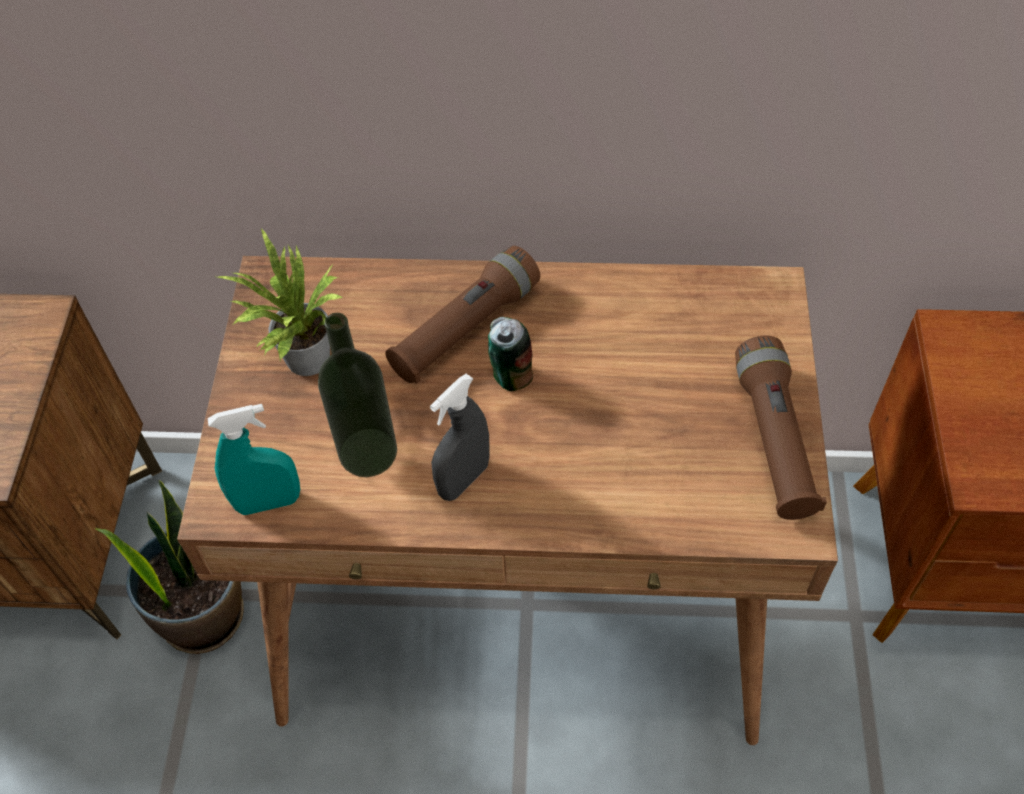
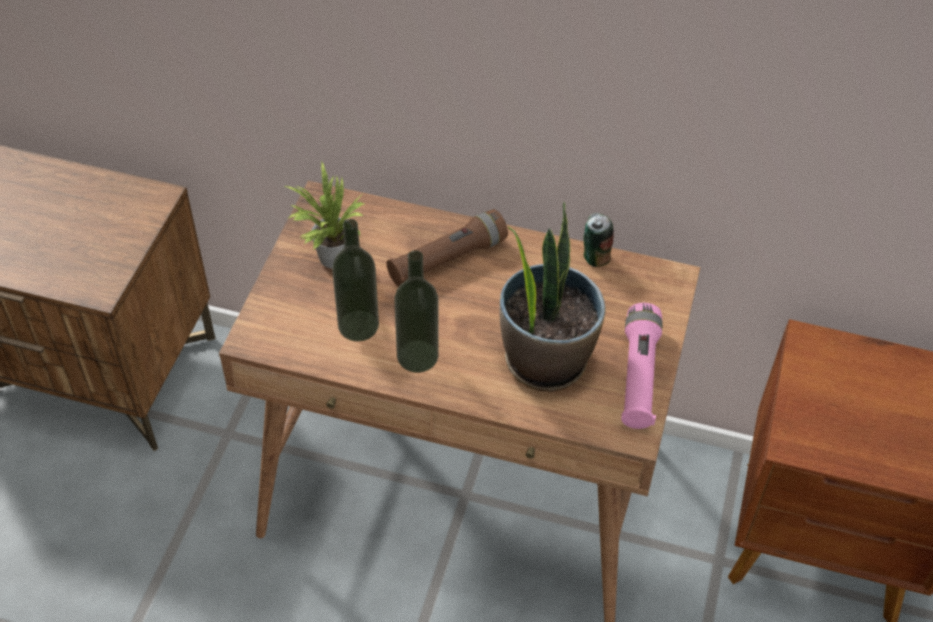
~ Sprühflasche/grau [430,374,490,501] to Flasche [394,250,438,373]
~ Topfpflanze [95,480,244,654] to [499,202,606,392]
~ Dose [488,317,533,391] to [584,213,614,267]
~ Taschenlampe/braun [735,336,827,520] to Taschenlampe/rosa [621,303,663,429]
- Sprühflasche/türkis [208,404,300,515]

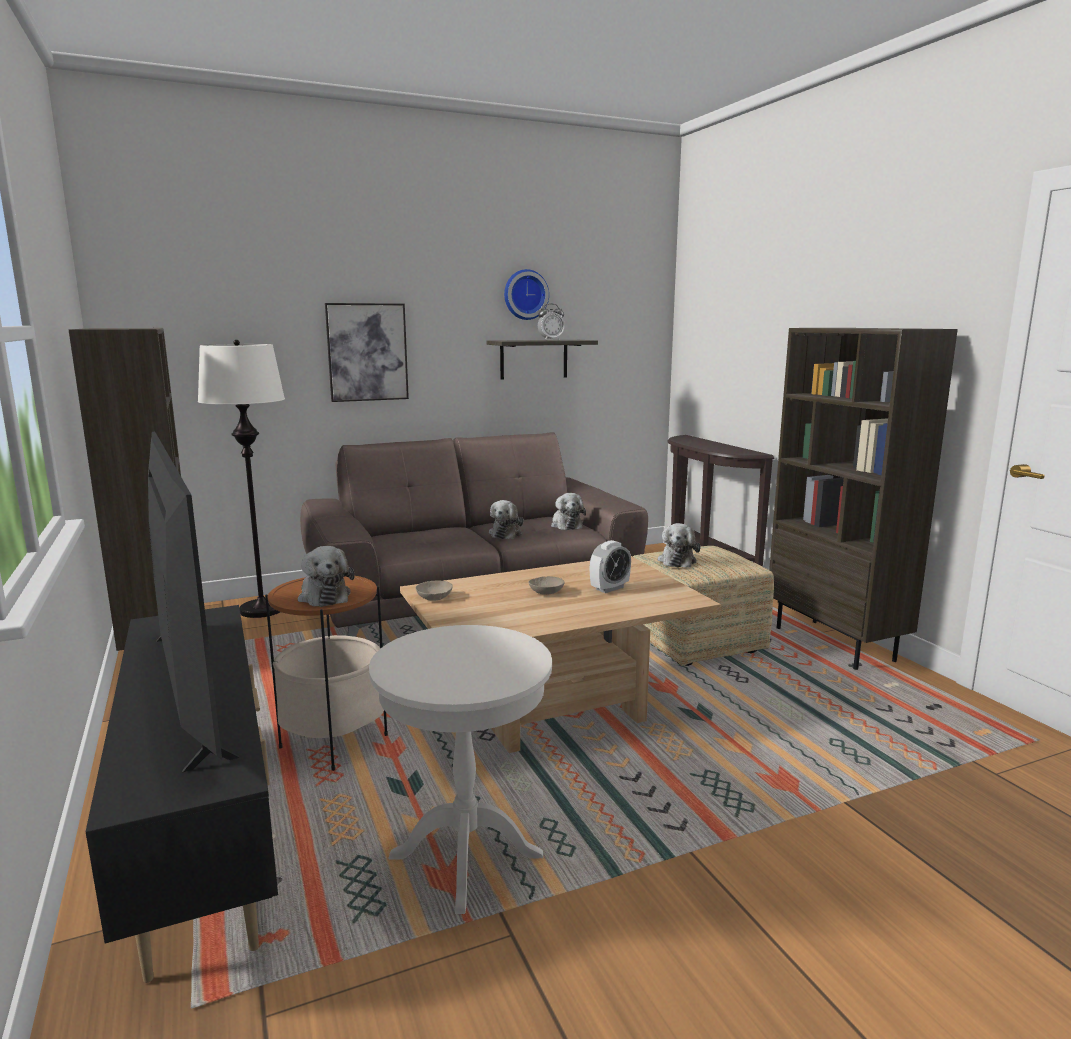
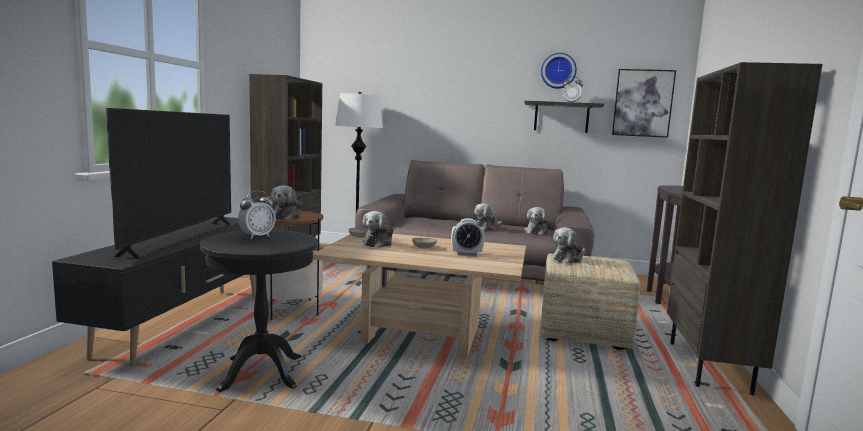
~ Beistelltisch/weiß [369,625,552,914] to Beistelltisch/schwarz [200,230,318,392]
+ Wecker [238,191,276,239]
+ Plüschtier [363,211,393,248]
~ Bild [325,303,409,402] to [612,69,676,138]

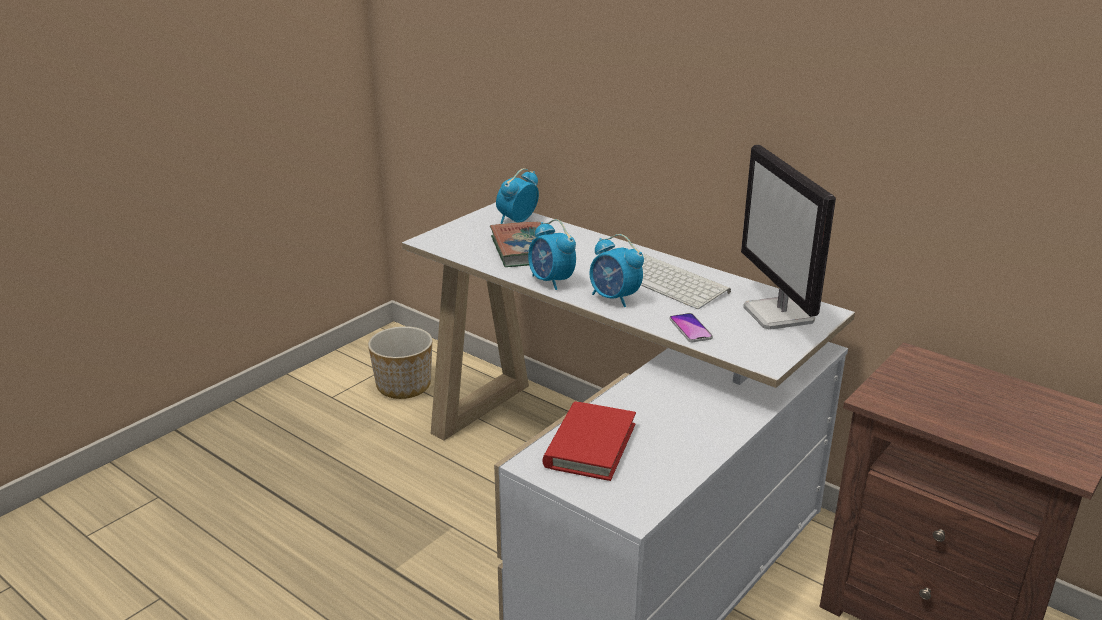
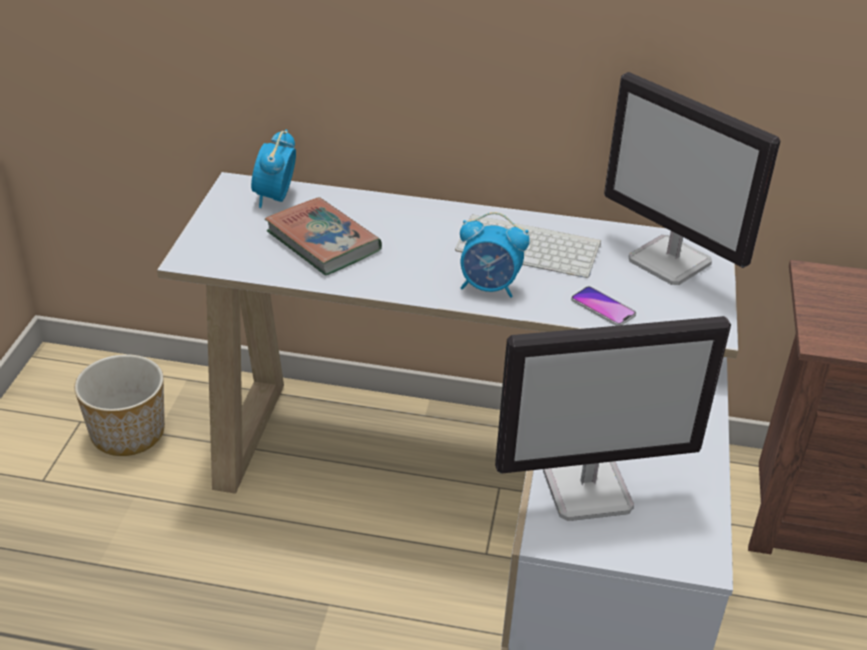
~ Buch/rot [543,401,636,481] to Monitor [495,316,731,521]
- Wecker [528,219,576,290]

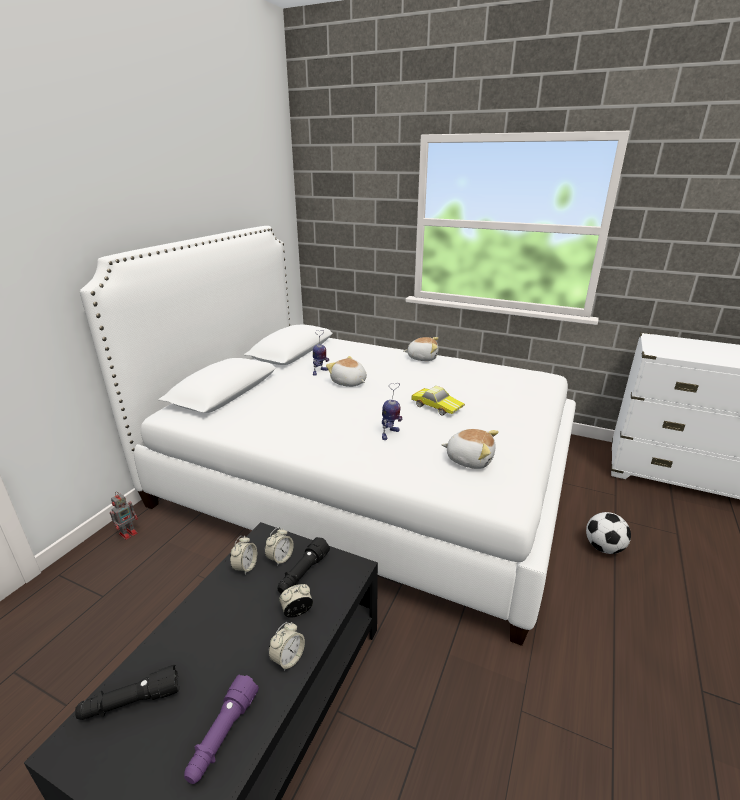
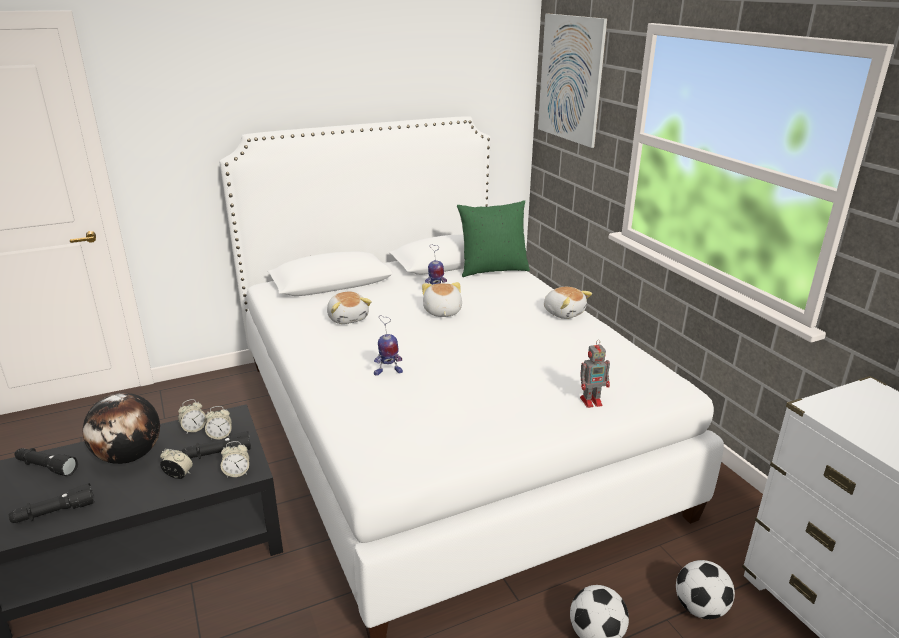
~ Taschenlampe/lila [184,674,259,784] to Taschenlampe/schwarz [9,483,95,523]
+ Globus [83,392,160,464]
~ Wecker [268,622,305,672] to [221,441,249,477]
~ Plüschtier [441,429,499,469] to [327,292,372,324]
+ Kissen/grün [457,200,530,277]
+ Bild [538,13,607,148]
~ Spielzeugroboter [110,492,138,540] to [580,340,610,408]
+ Fußball [676,560,735,619]
- Spielzeugauto [411,386,465,416]

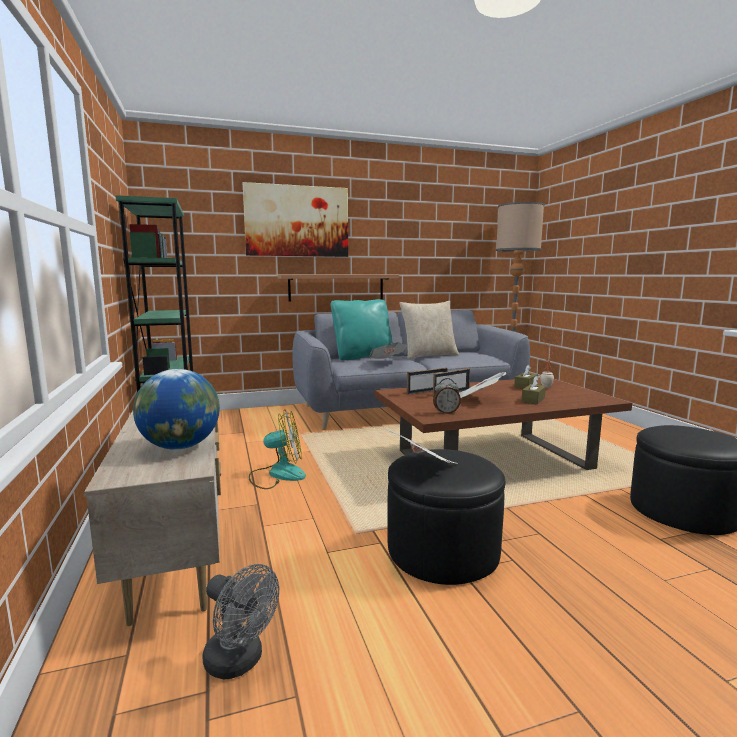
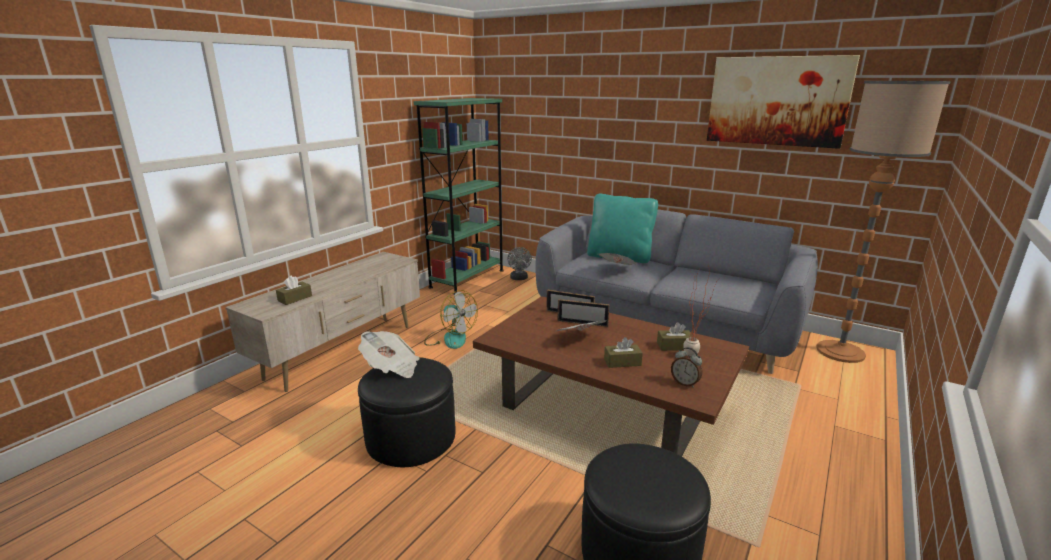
~ Globus [133,369,220,450] to Taschentuchbox/braun [276,275,312,305]
~ Ventilator/grau [202,564,279,680] to [508,247,532,280]
~ Wecker [433,378,461,414] to [671,347,702,388]
~ Bild [243,182,348,257] to [707,55,860,149]
- Wandregal [278,275,399,301]
- Kissen/beige [400,301,459,359]

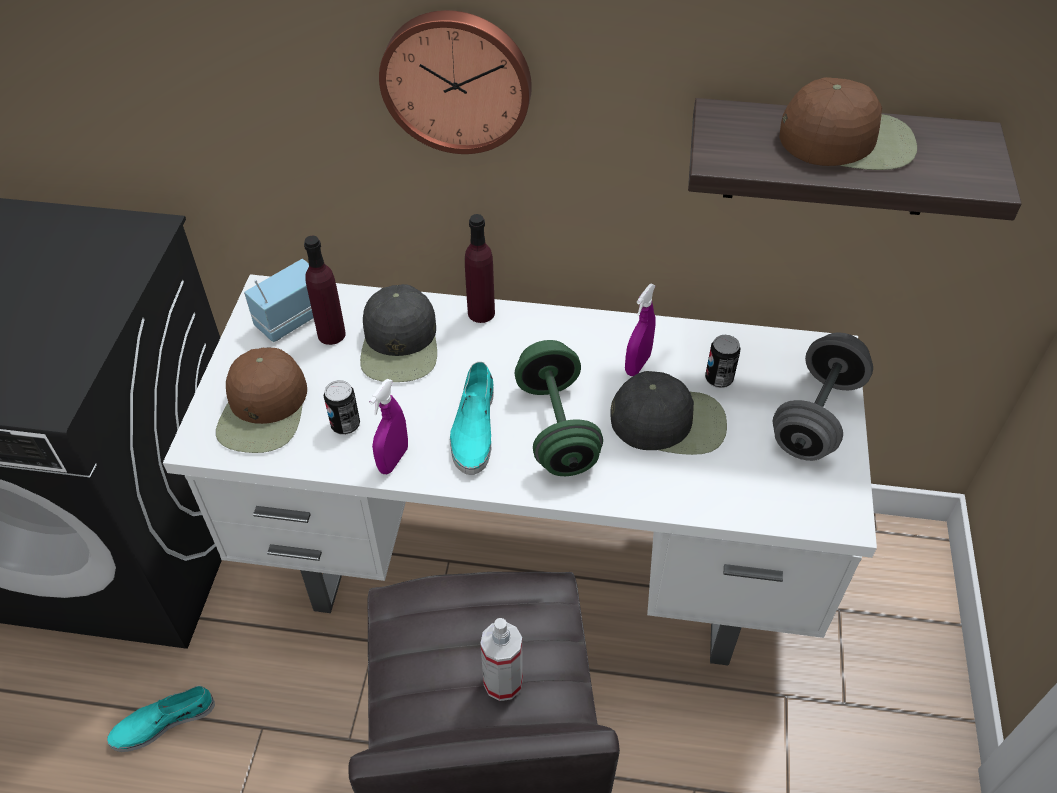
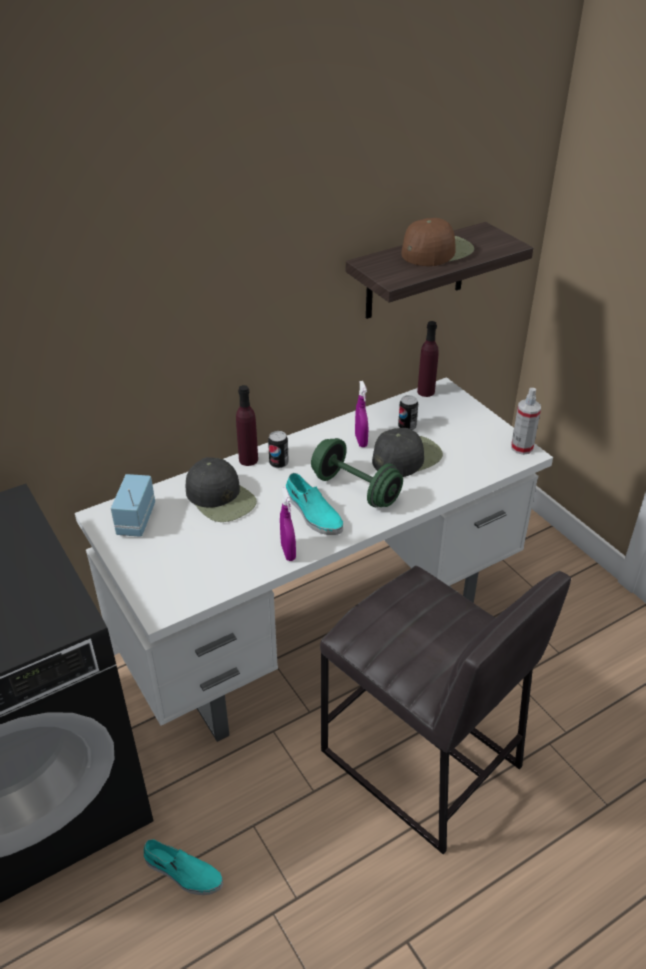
~ Schuh/türkis [107,685,215,752] = [144,839,223,895] 90 degrees counterclockwise
~ Dose [324,380,360,435] to [268,431,289,468]
~ Flasche/lila [304,236,346,345] to [417,321,439,397]
~ Sprühflasche [480,618,523,701] to [511,388,541,455]
- Kappe/braun [216,347,307,453]
- Wanduhr [379,10,532,154]
- Hantel/grau [773,333,873,461]

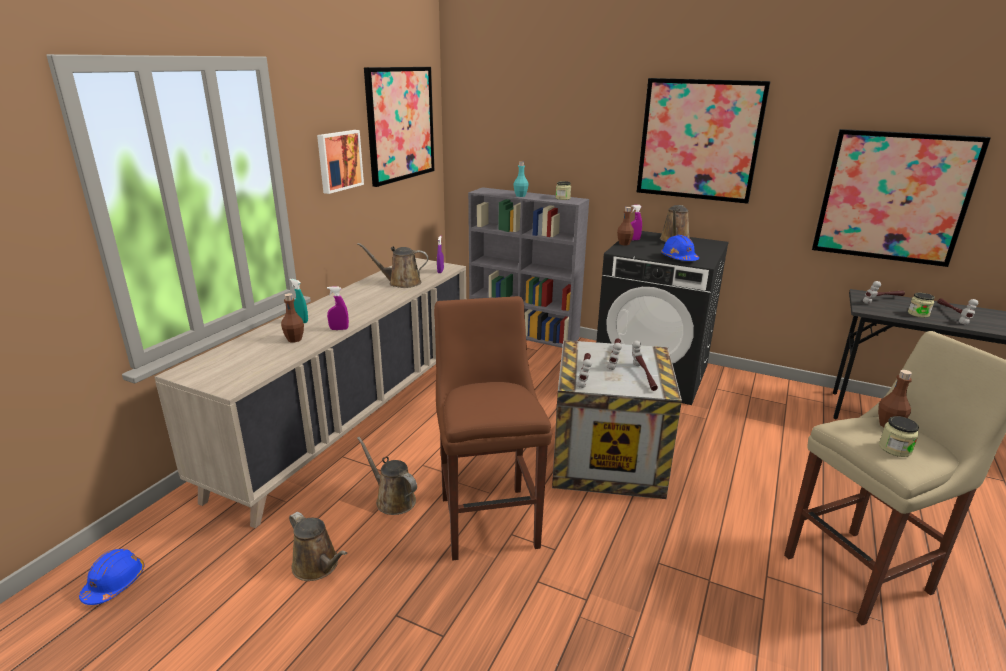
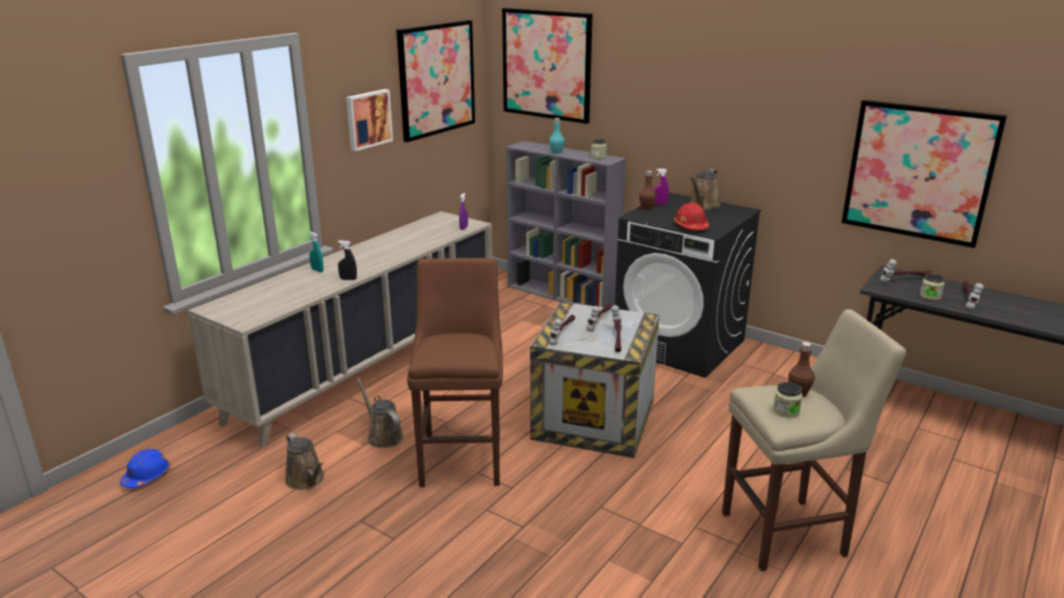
~ Sprühflasche/lila [327,287,349,330] to Sprühflasche/schwarz [338,240,357,280]
~ Bild [637,78,771,204] to [502,8,593,124]
~ Schutzhelm/blau [661,235,699,261] to Schutzhelm/rot [674,202,709,230]
- Flasche/braun [281,293,304,342]
- Gießkanne/braun [357,243,429,288]

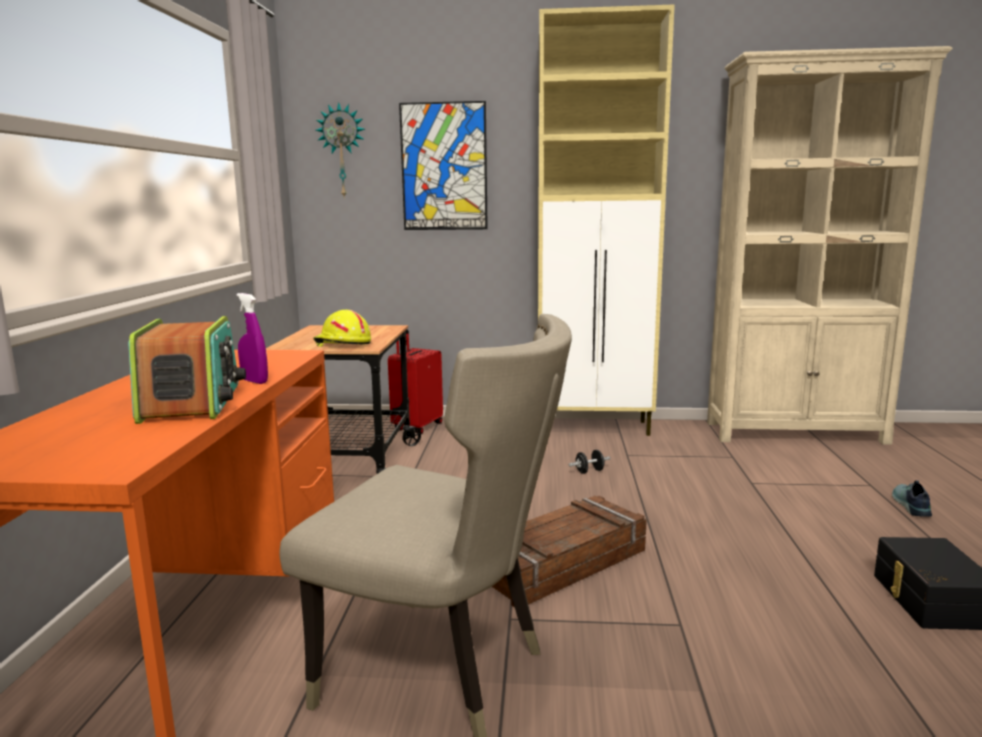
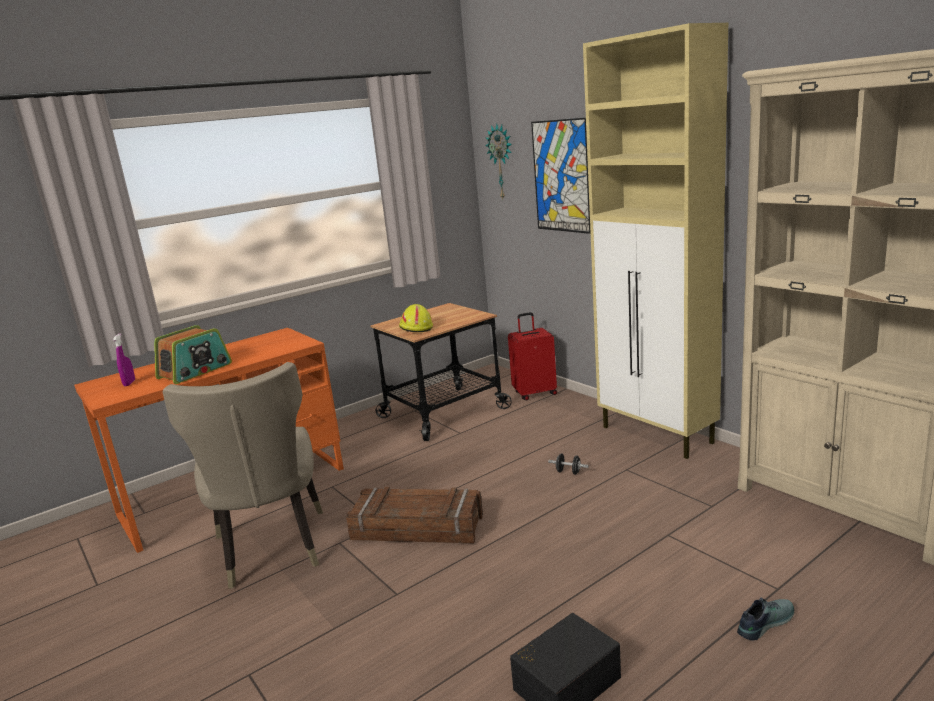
~ Sprühflasche/lila [237,293,268,384] to [113,333,135,386]

